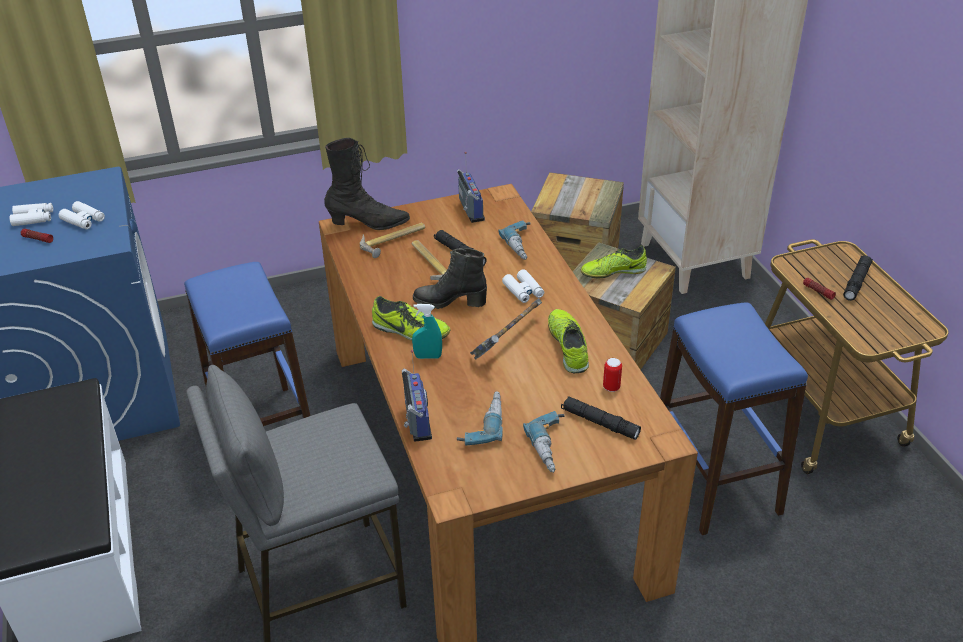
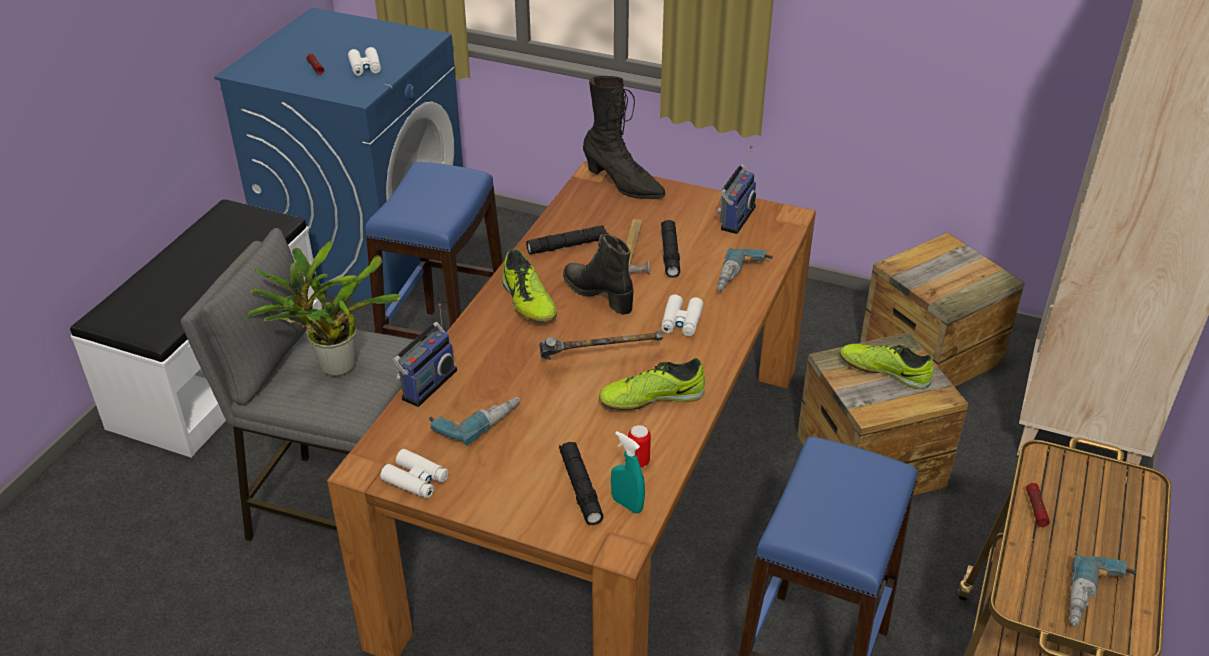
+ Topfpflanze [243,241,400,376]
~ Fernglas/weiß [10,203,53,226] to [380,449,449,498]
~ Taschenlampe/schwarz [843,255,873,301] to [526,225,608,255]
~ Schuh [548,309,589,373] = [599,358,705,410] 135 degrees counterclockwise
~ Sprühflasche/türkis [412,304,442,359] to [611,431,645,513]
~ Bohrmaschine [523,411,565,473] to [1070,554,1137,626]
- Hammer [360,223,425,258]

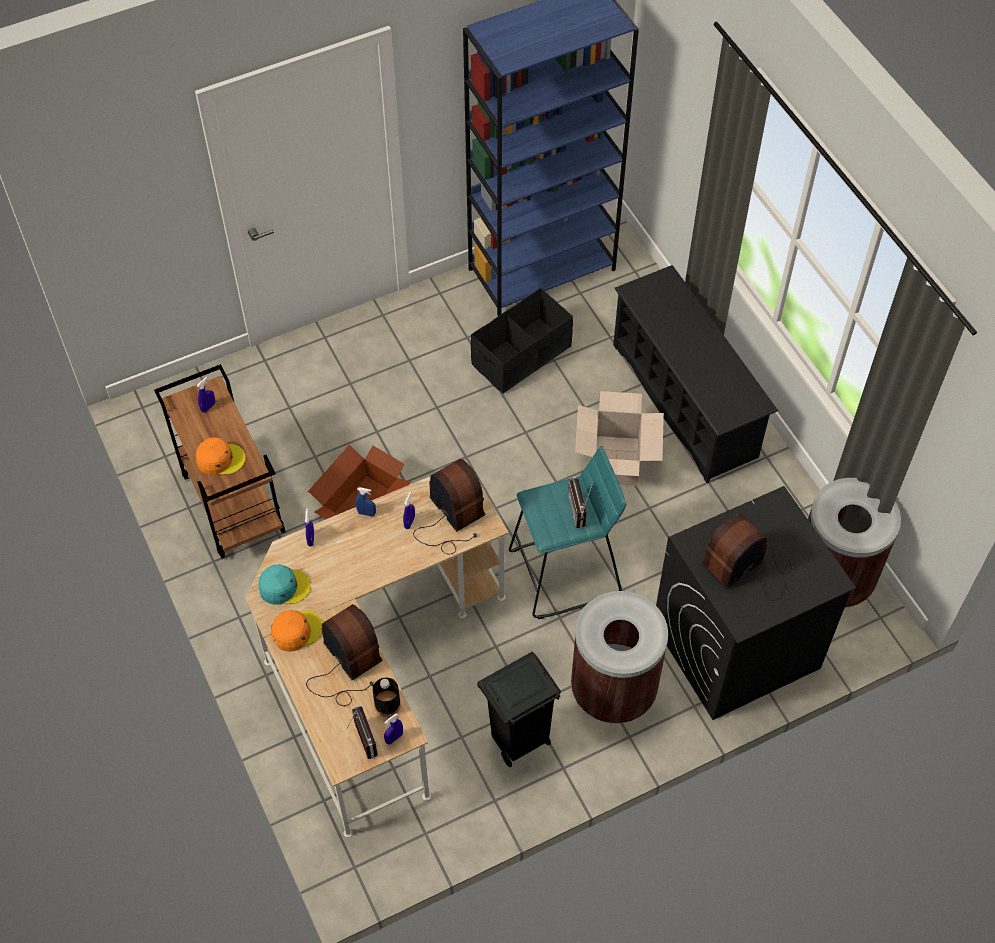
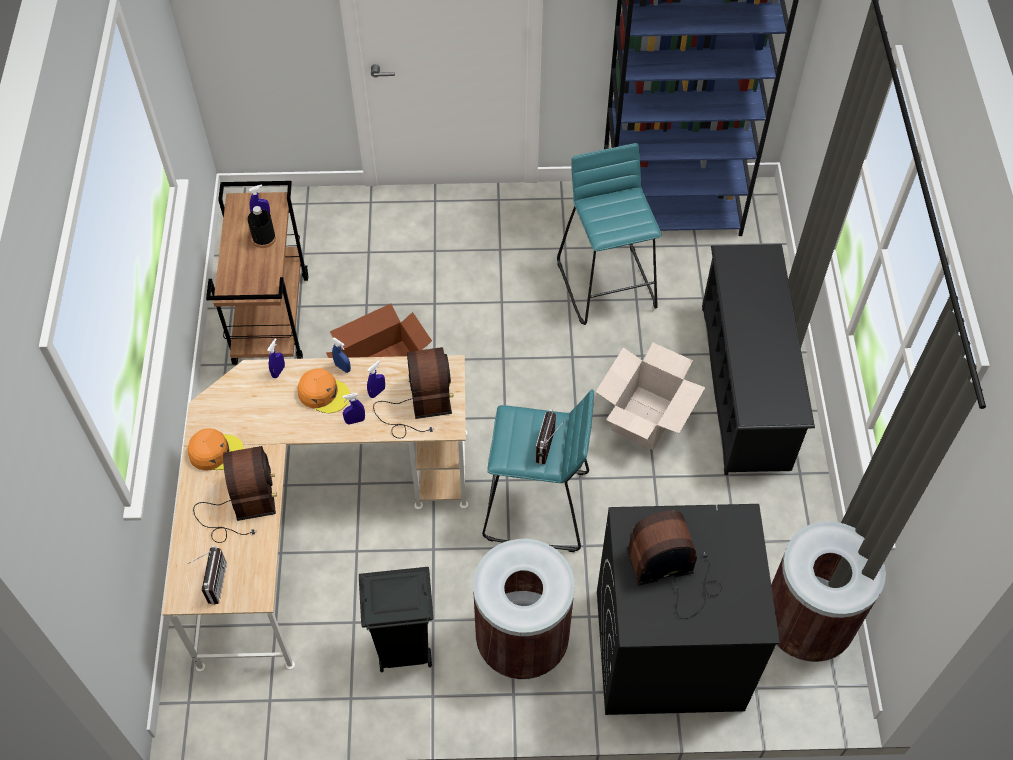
~ Flasche/schwarz [373,678,401,717] to [247,206,276,248]
~ Kappe/orange [196,437,246,475] to [298,368,350,413]
~ Sprühflasche/blau [384,713,403,745] to [342,393,365,424]
~ Aufbewahrungsbox/schwarz [471,288,573,394] to Hocker/türkis [557,143,662,325]
- Kappe/türkis [258,564,311,605]

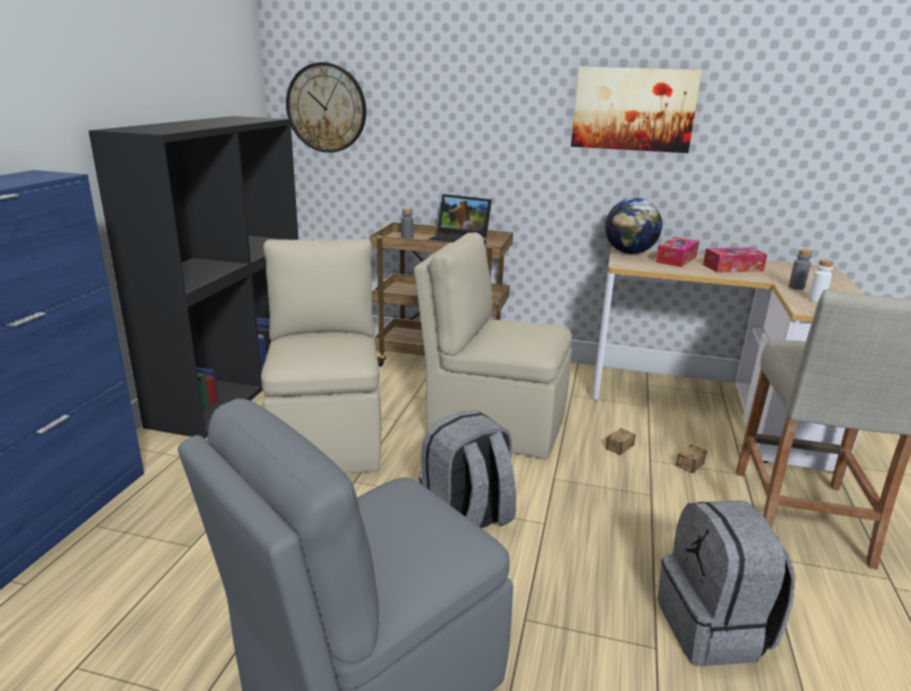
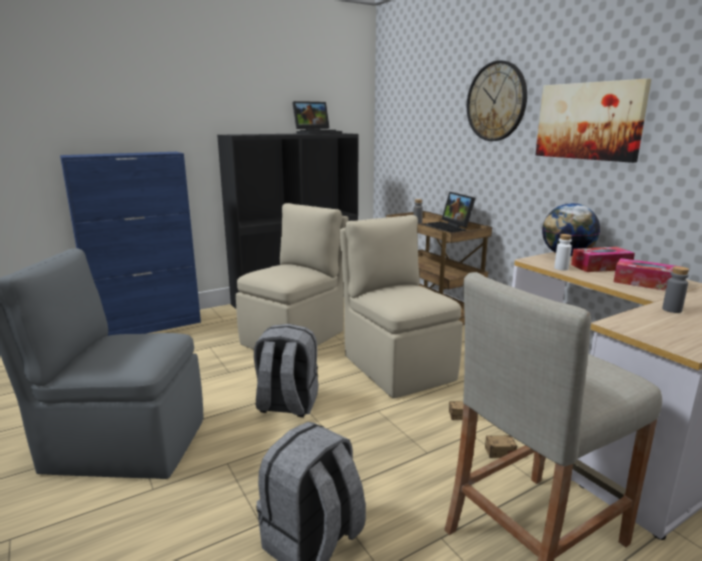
+ Laptop [292,101,342,134]
~ Wanduhr [286,62,366,153] to [467,61,527,141]
~ Flasche/weiß [808,259,834,302] to [554,234,572,271]

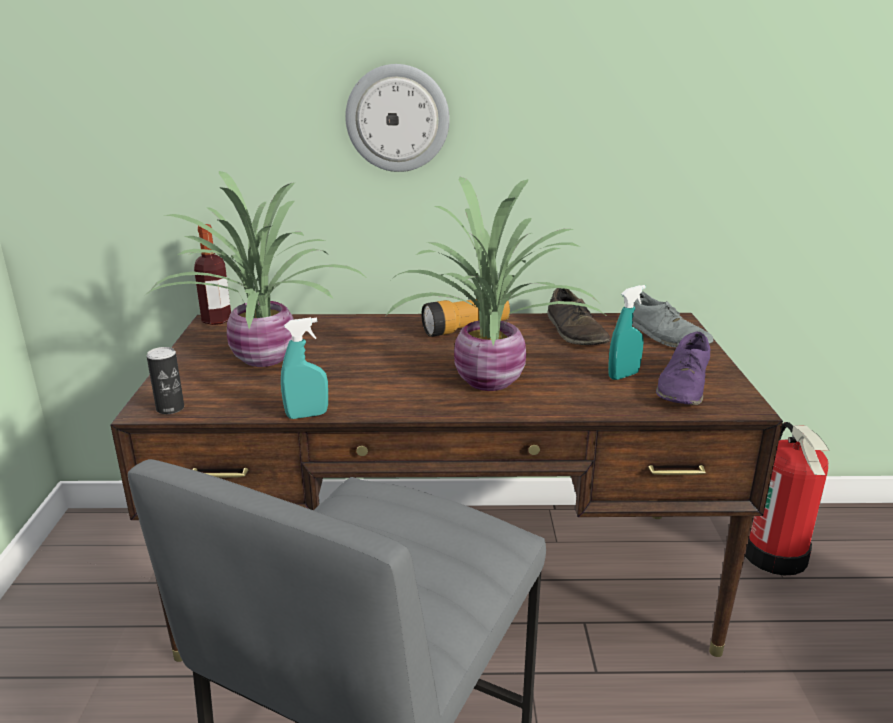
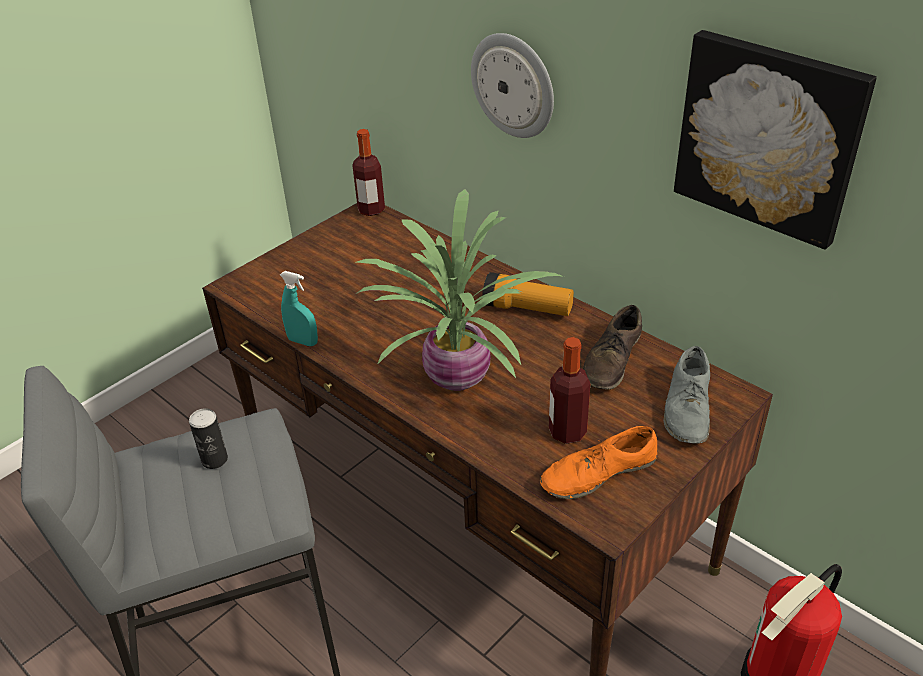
~ Dose [147,347,184,414] to [189,408,228,469]
~ Schuh/lila [656,332,711,405] to Schuh/orange [540,426,657,499]
~ Sprühflasche/türkis [608,285,646,380] to Flasche [549,337,590,444]
+ Bild [674,30,877,250]
- Topfpflanze [144,171,365,367]

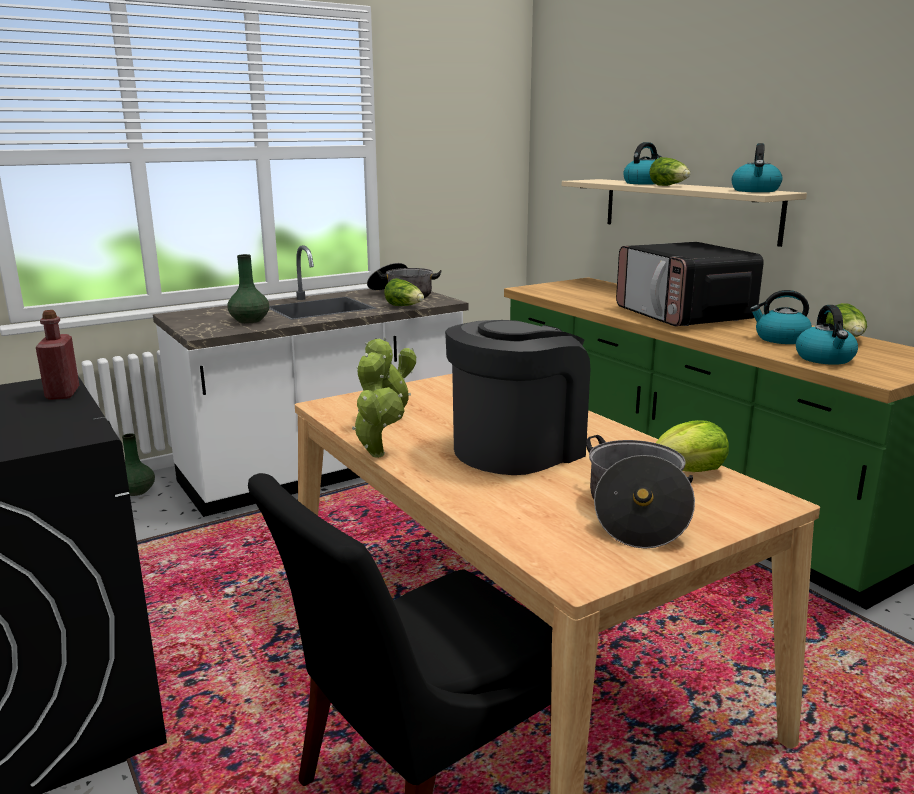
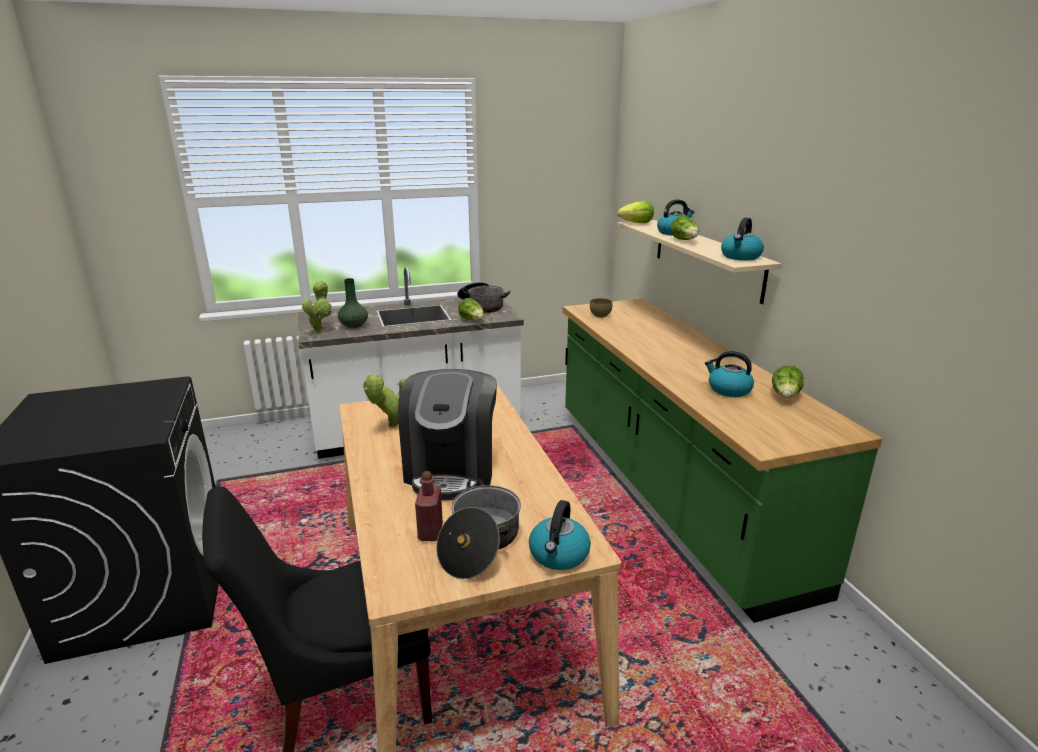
~ Topfpflanze [352,352,404,458] to [302,281,332,333]
~ Kaffeemaschine [445,320,590,475] = [398,369,497,500] 120 degrees clockwise
~ Flasche/rot [36,310,79,400] to [415,471,443,541]
~ Wasserkessel [796,305,858,365] to [529,500,591,570]
+ Schüssel/braun [590,298,612,318]
~ Salatkopf [656,420,729,472] to [617,201,654,223]
- Vase/grün [122,433,155,496]
- Mikrowelle [616,242,764,326]

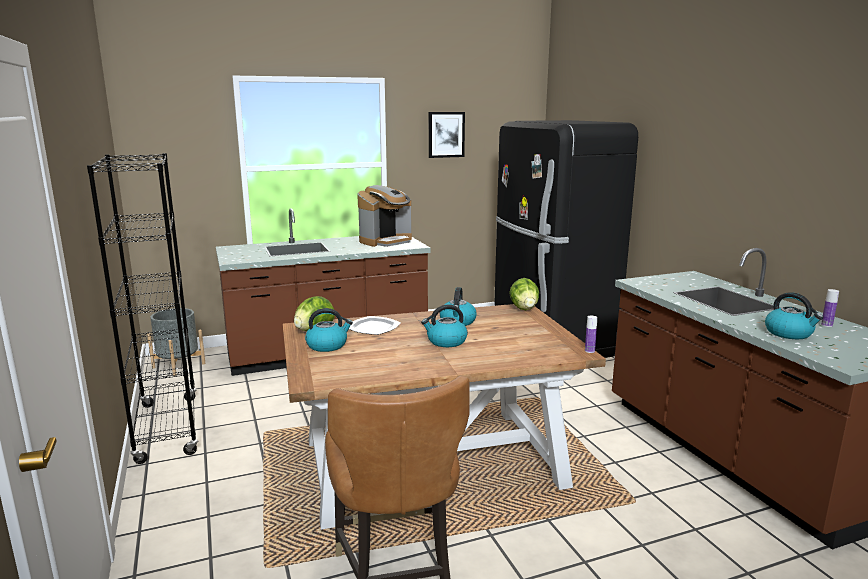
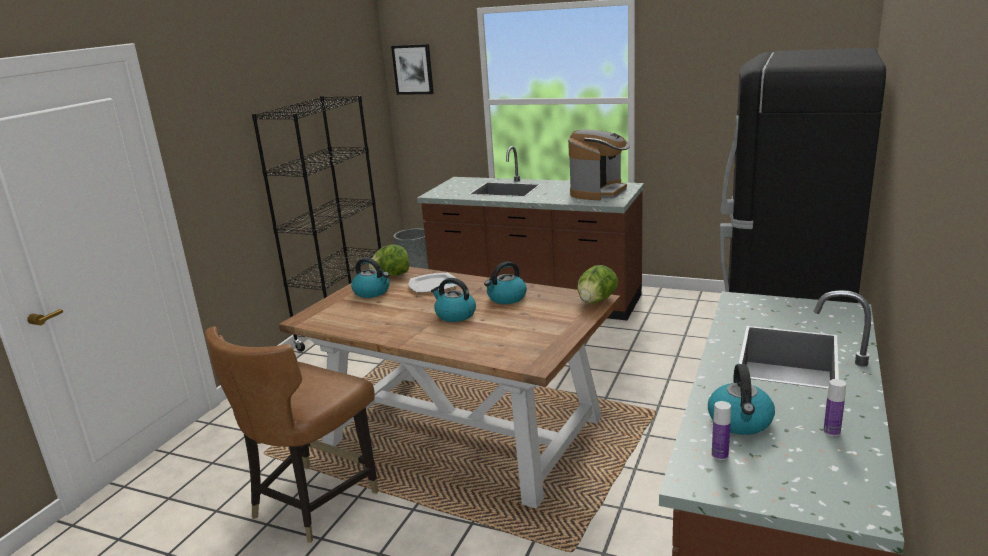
~ Bild [429,112,465,158] to [391,44,434,95]
~ Kaffeemaschine [357,185,412,247] = [568,129,630,200] 60 degrees counterclockwise
~ Flasche [585,316,597,353] to [712,401,731,460]

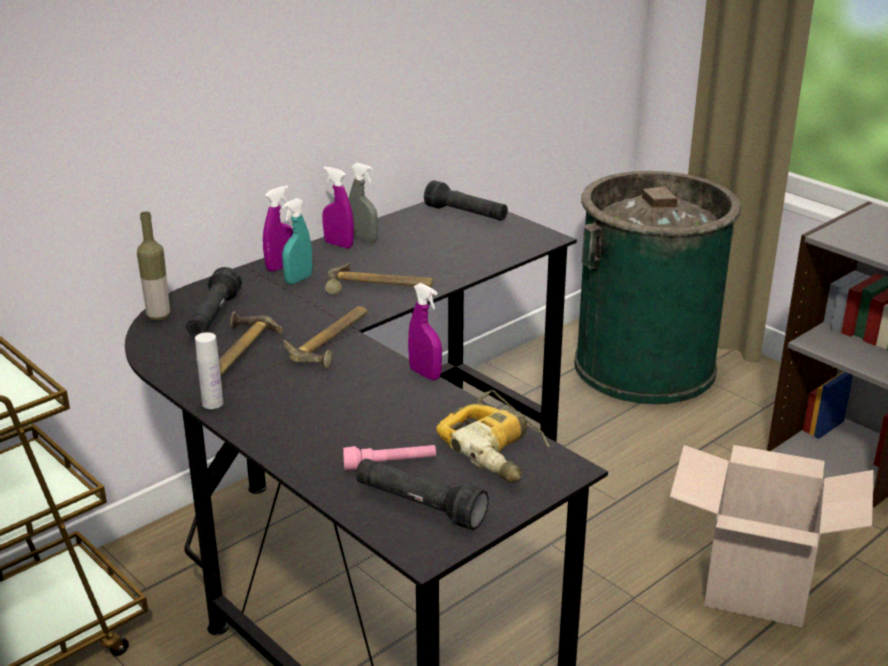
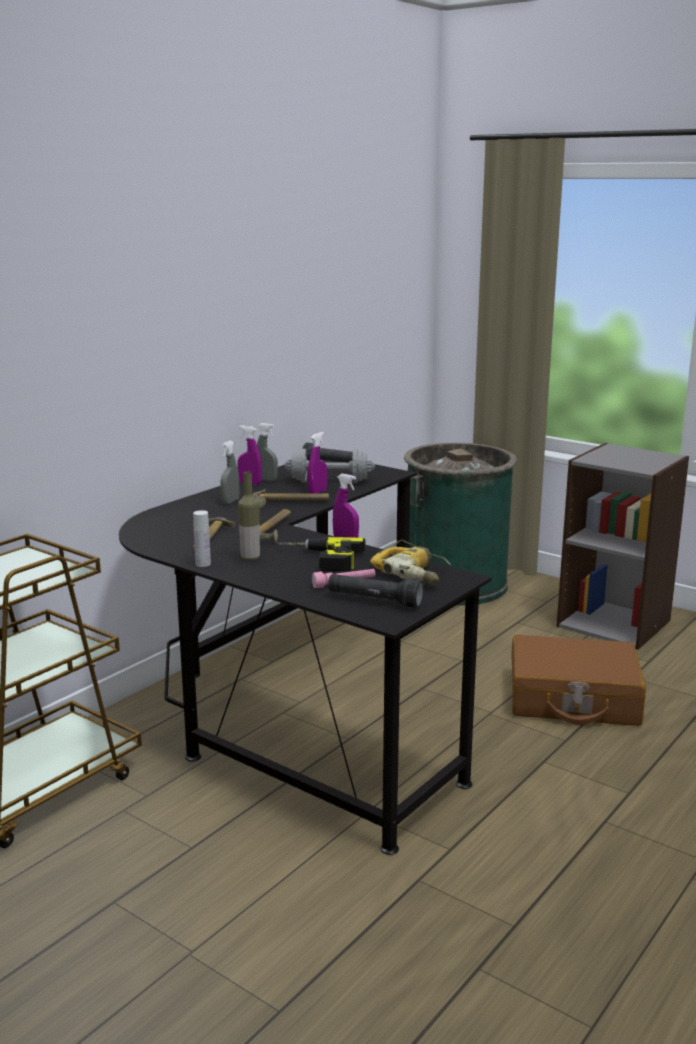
~ Sprühflasche/türkis [282,198,312,284] to Sprühflasche/grau [220,441,240,504]
~ Flasche [137,211,170,320] to [238,472,260,561]
+ Bohrmaschine [277,536,366,571]
+ Hantel/grau [284,449,375,483]
~ Sprühflasche/lila [263,185,293,272] to [308,432,328,494]
~ Karton [670,445,874,627] to Koffer/braun [512,635,646,726]
- Taschenlampe/schwarz [186,267,242,337]

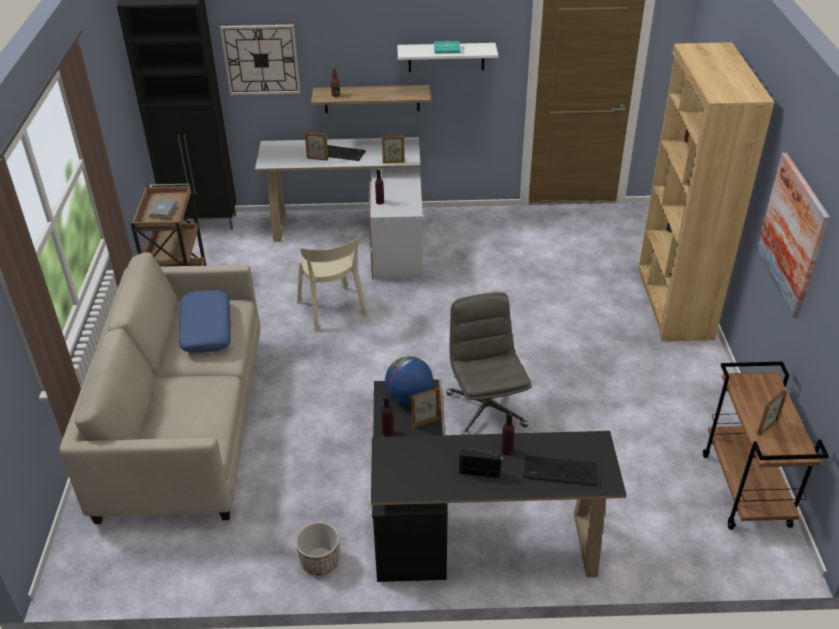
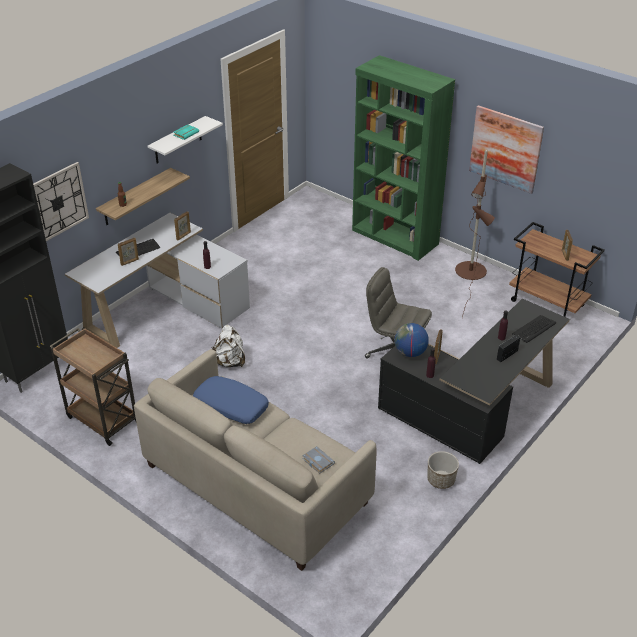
~ Stuhl/beige [297,231,368,332] to Rucksack/weiß [211,325,245,367]
~ Buch/grau [148,199,177,219] to [302,446,335,474]
~ Bücherregal/braun [638,42,774,342] to Bücherregal/grün [352,55,455,261]
+ Stehlampe/braun [455,150,495,319]

